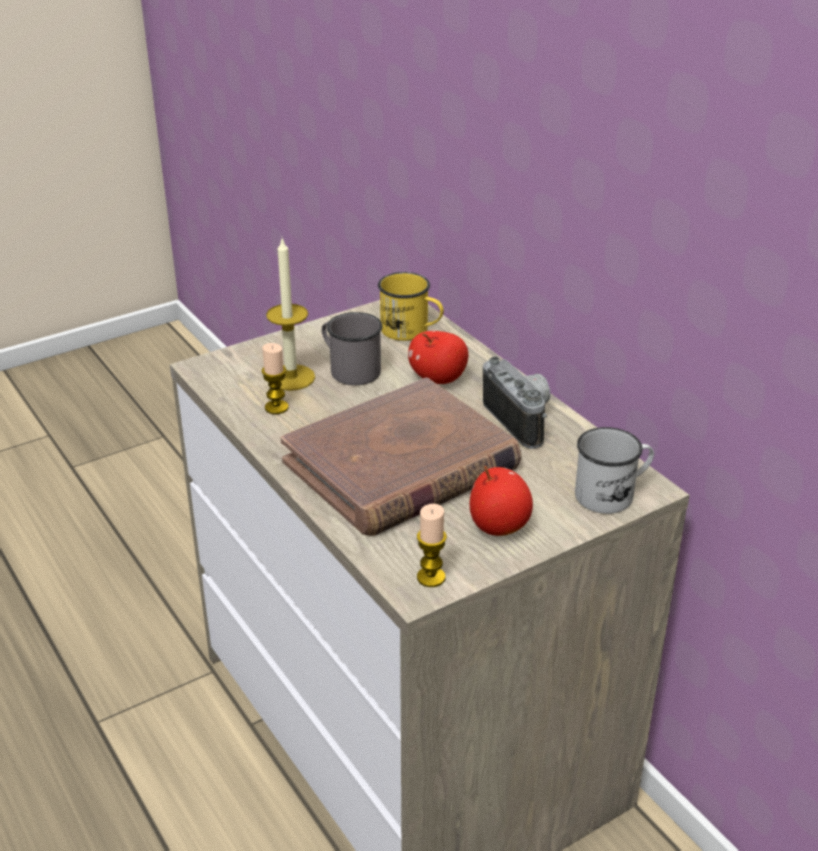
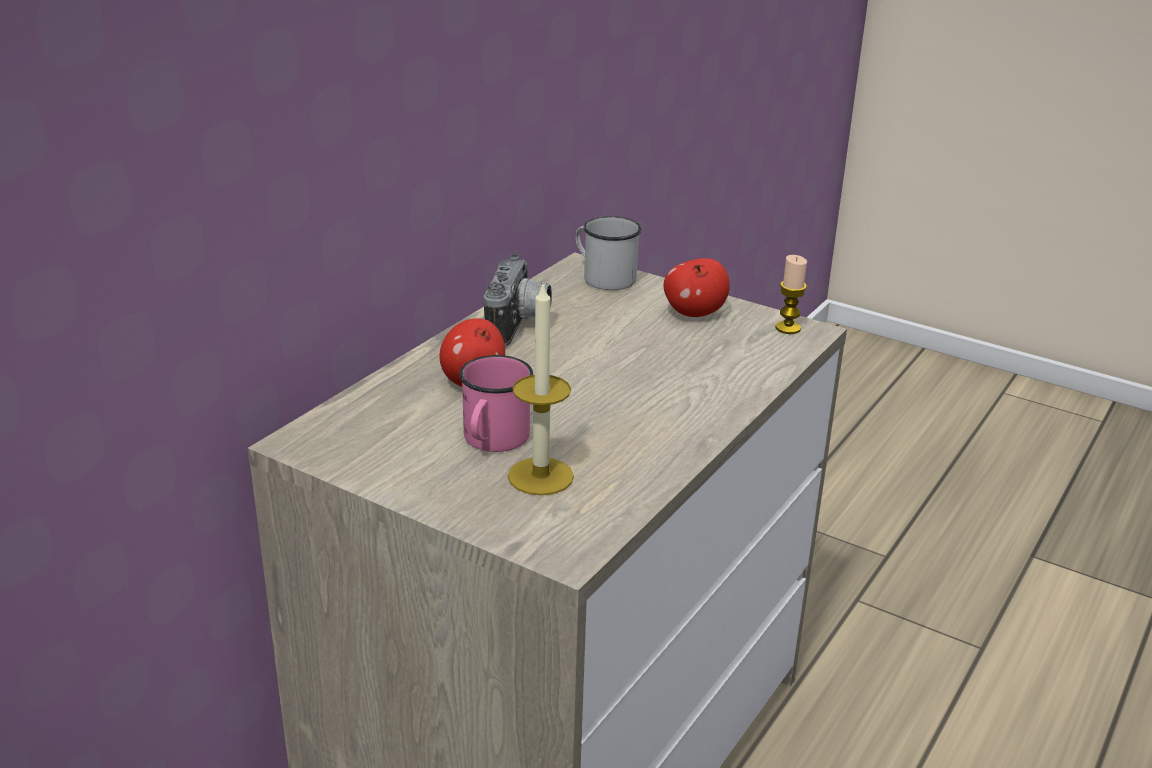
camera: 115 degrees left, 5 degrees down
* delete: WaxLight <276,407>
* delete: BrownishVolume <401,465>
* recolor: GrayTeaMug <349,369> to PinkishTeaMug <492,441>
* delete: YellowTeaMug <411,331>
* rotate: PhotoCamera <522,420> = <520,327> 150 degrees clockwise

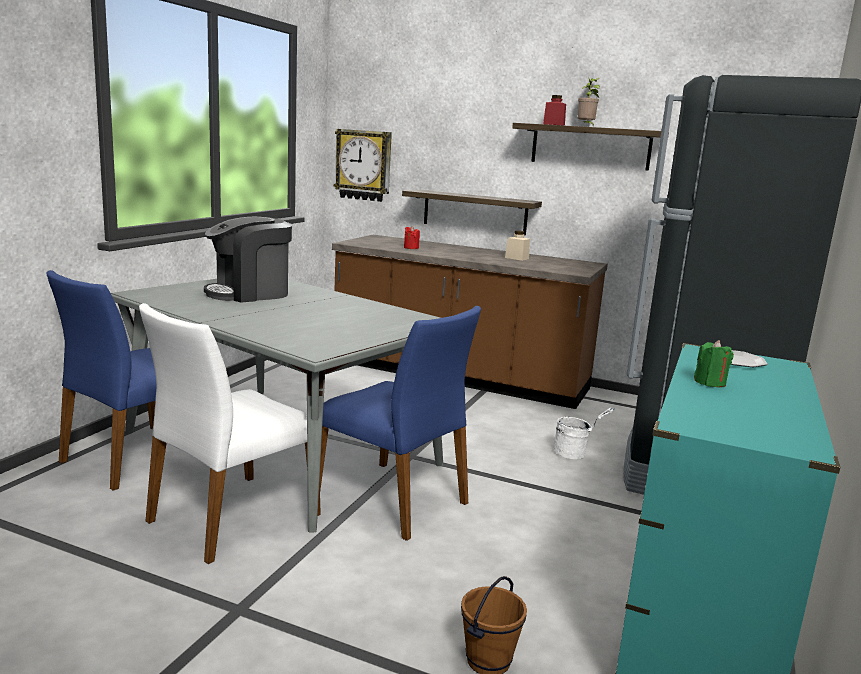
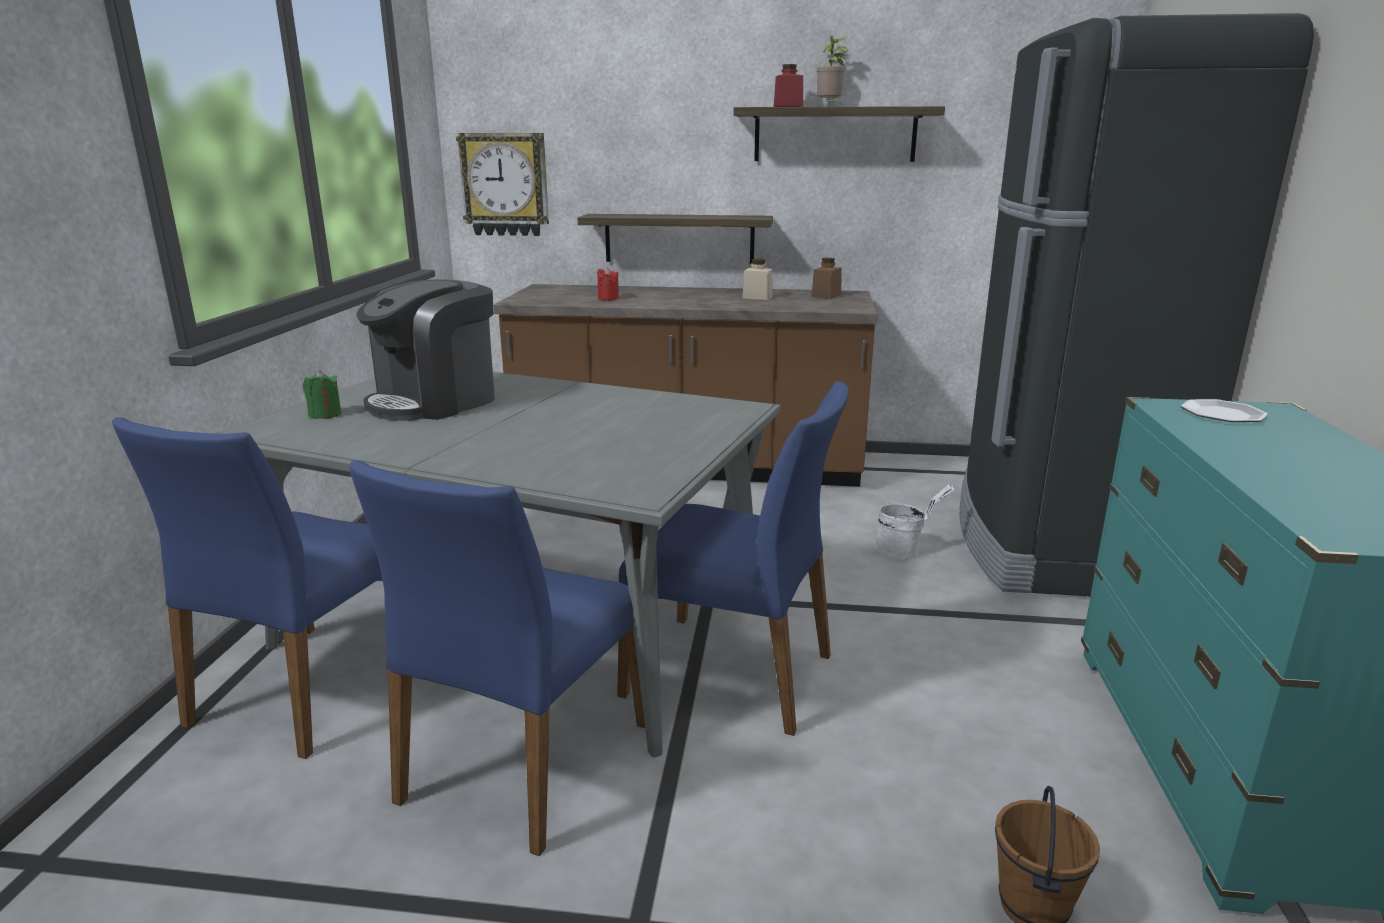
camera: 15 degrees left, 5 degrees up
* recolor: WhitePlainChair <231,517> to BluishPlainChair <523,761>
* move: GreenWaxLight <710,382> to <325,414>
* insert: BrownishJar <826,296>

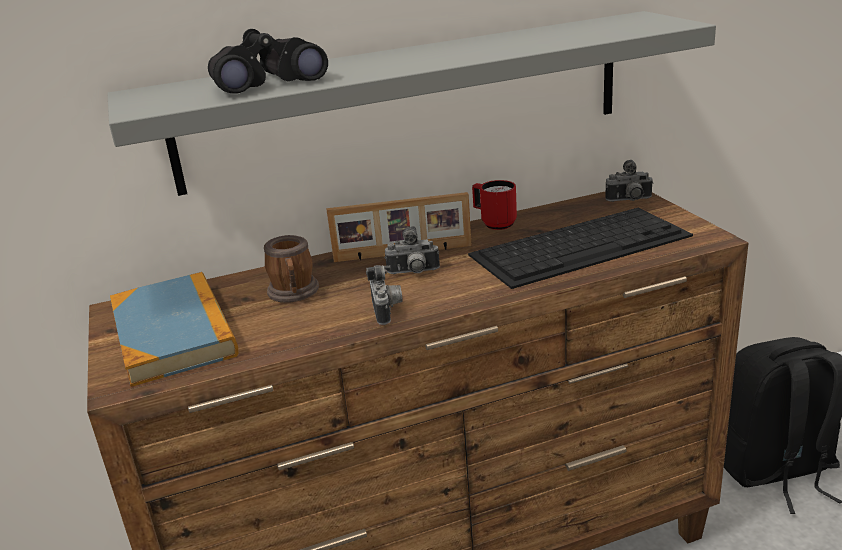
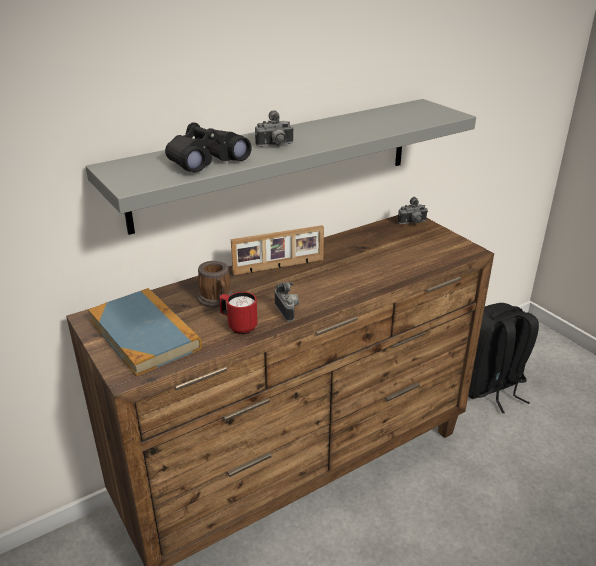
camera: 15 degrees left, 5 degrees up
* move: PhotoCamera <413,273> to <275,145>
* delete: ComputerKeyboard <581,244>
* move: RedColouredTeaMug <494,223> to <238,326>

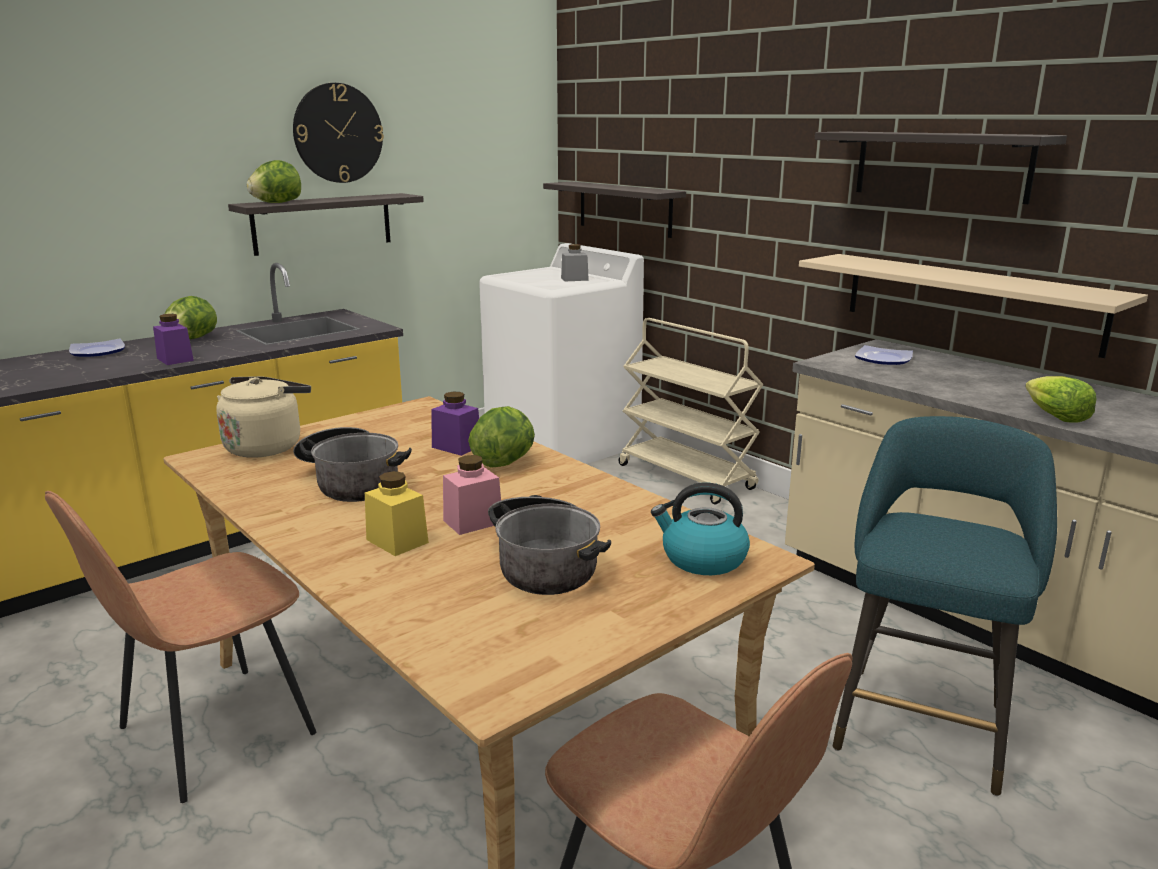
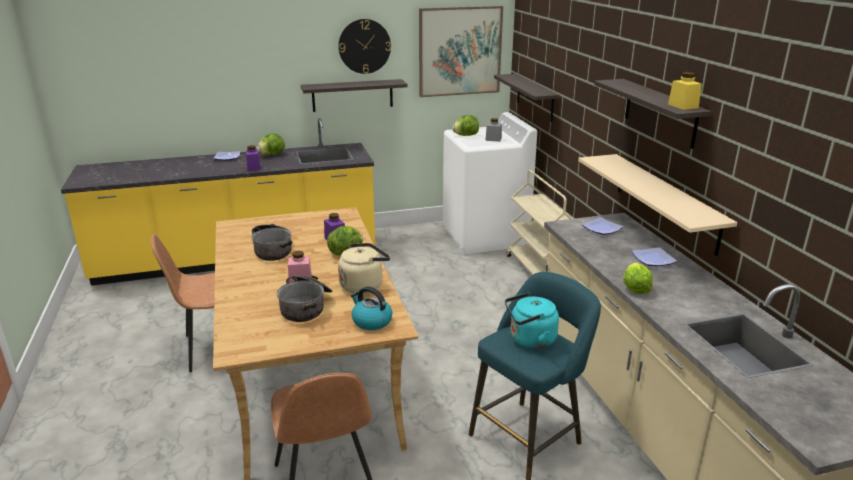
camera: 25 degrees right, 5 degrees up
* move: BeigeWaterKettle <266,446> to <363,285>
* move: HeadOfLettuce <276,203> to <465,135>
* move: YellowJar <397,541> to <683,106>
* insert: WallArt <460,51>
* insert: TurquoiseWaterKettle <530,340>
* insert: Plate <654,260>

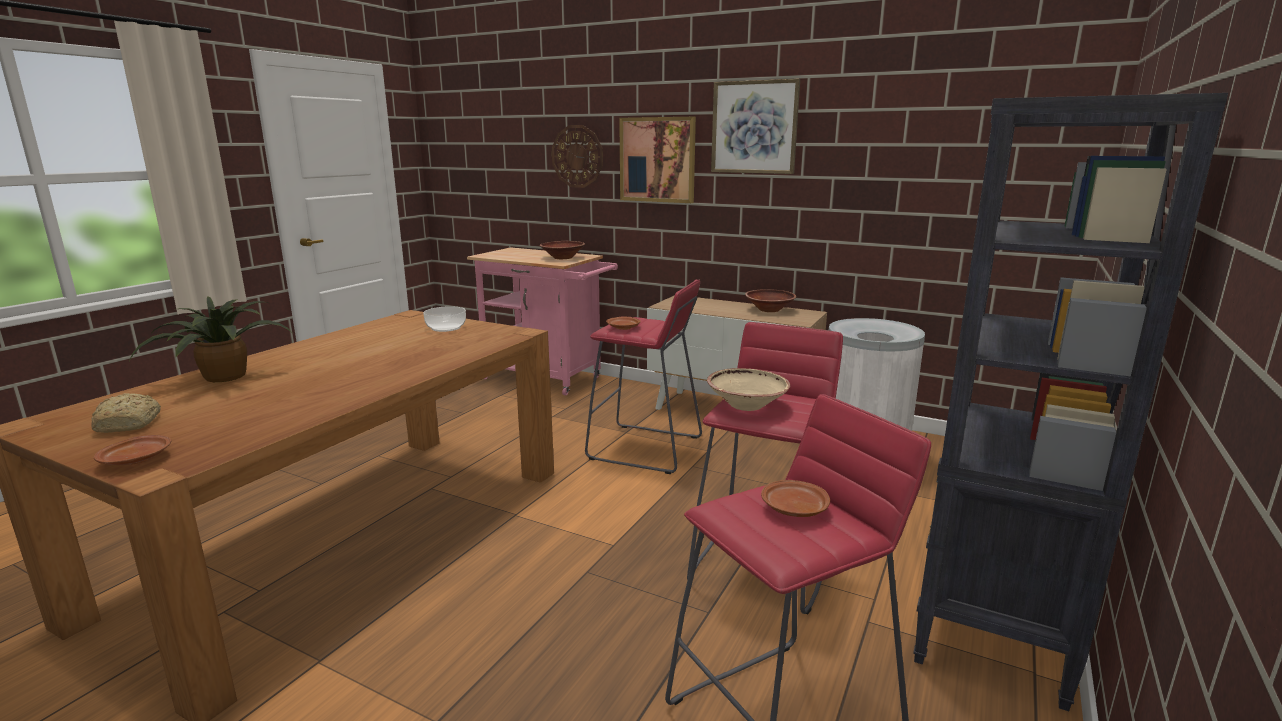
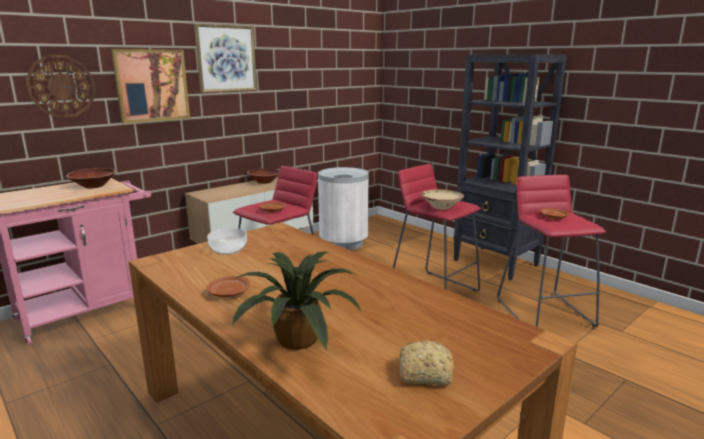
camera: 70 degrees left, 0 degrees up
* move: BrownishPlate <137,459> to <228,293>

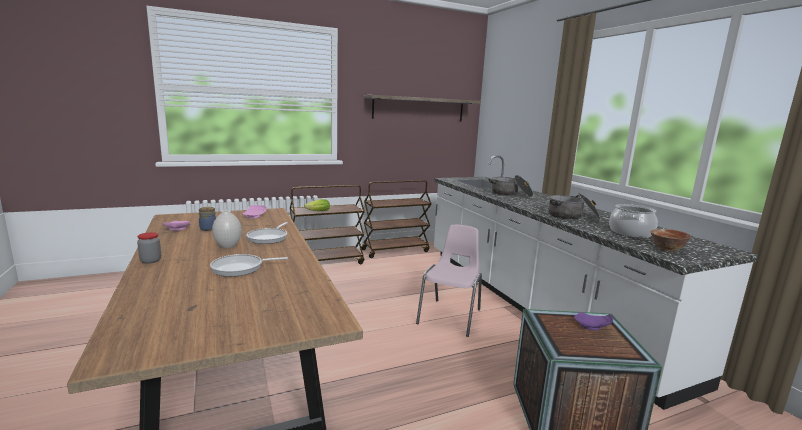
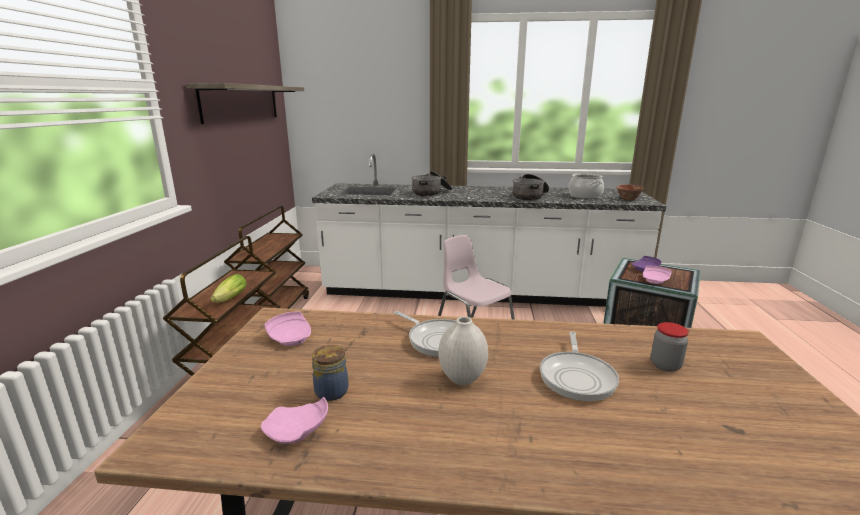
camera: 60 degrees left, 5 degrees up
* move: Jar <150,261> to <665,365>
* insert: PinkishPlate <655,280>

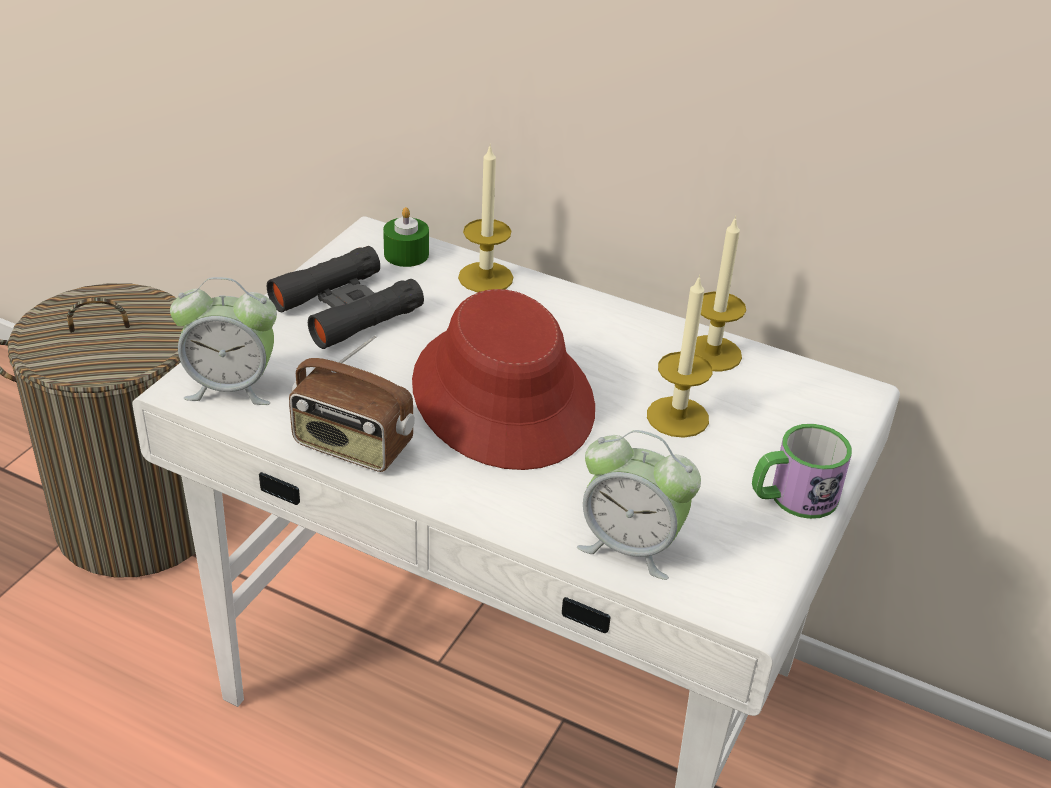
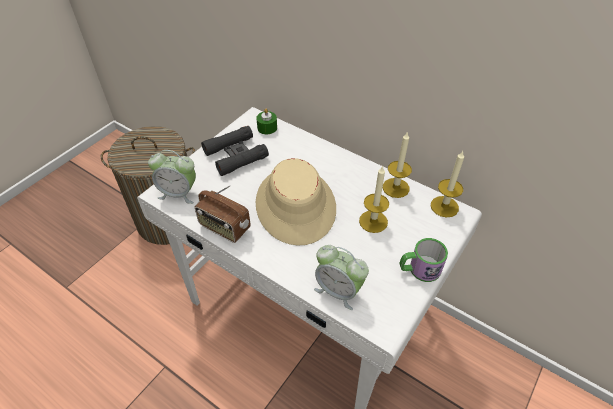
camera: 10 degrees right, 10 degrees up
* recolor: RedColouredWearableHat <504,396> to BeigeWearableHat <296,205>
* move: WaxLight <485,277> to <444,206>

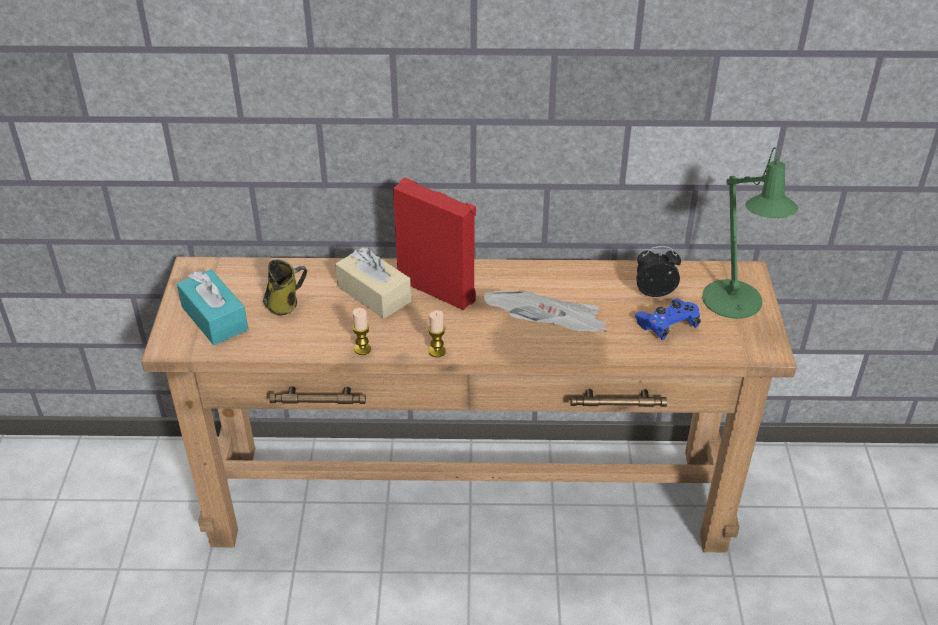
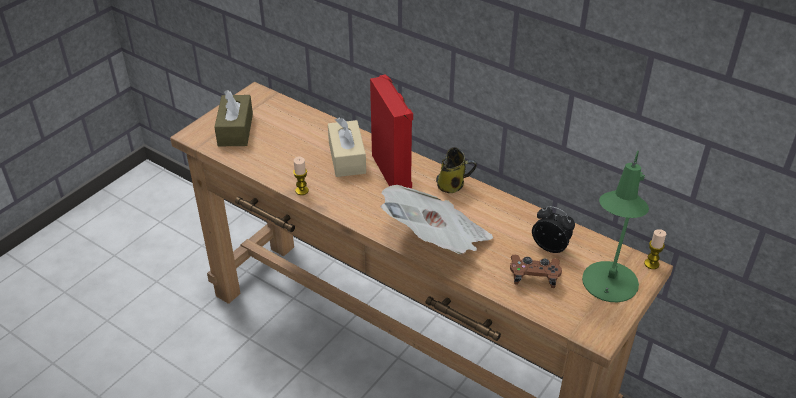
camera: 35 degrees right, 0 degrees up
* recolor: TurquoiseBoxOfTissues <214,318> to BrownishBoxOfTissues <235,130>
* move: TeaMug <284,304> to <452,185>
* move: WaxLight <437,351> to <651,264>
* recolor: BluishGamepad <667,326> to BrownishGamepad <534,277>

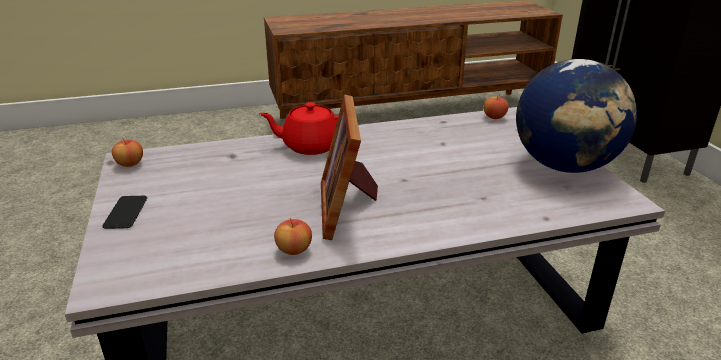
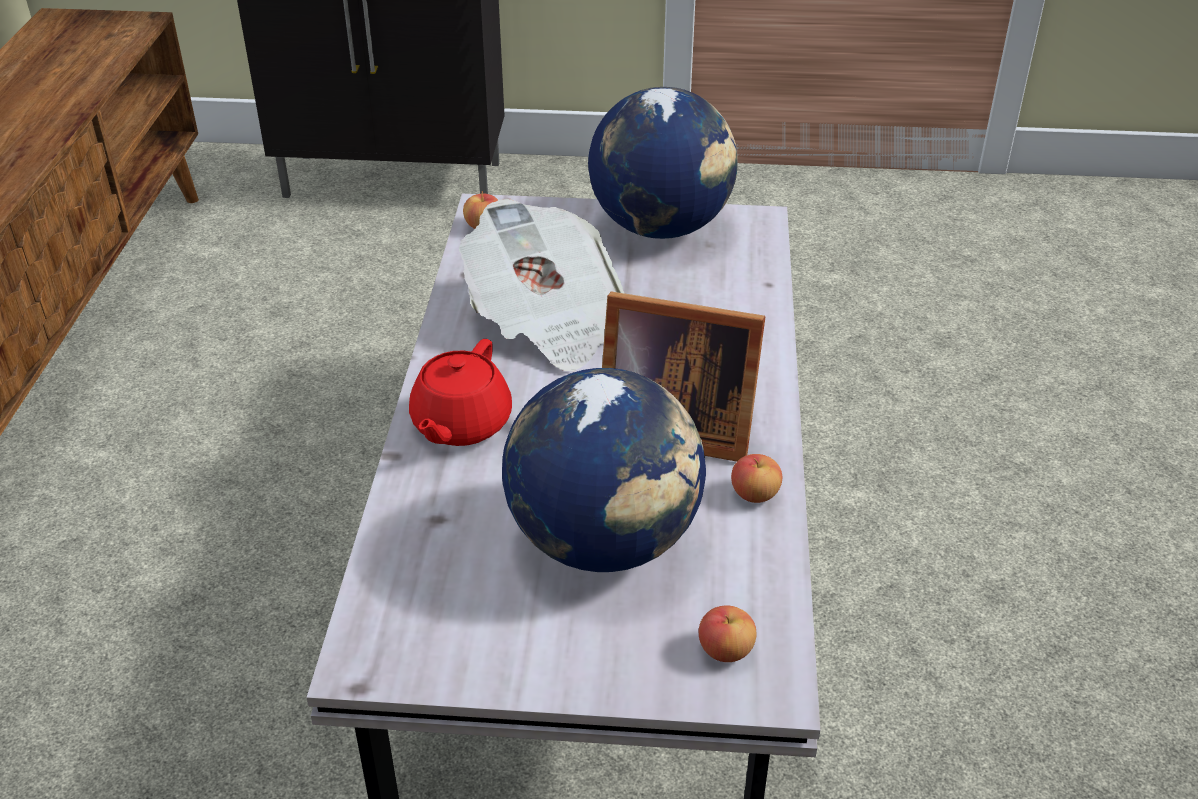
camera: 70 degrees left, 10 degrees up
* delete: Handset <126,213>
* move: AppleFruit <130,164> to <725,650>
* insert: PrintedPaper <547,321>
* insert: Globe <605,541>

